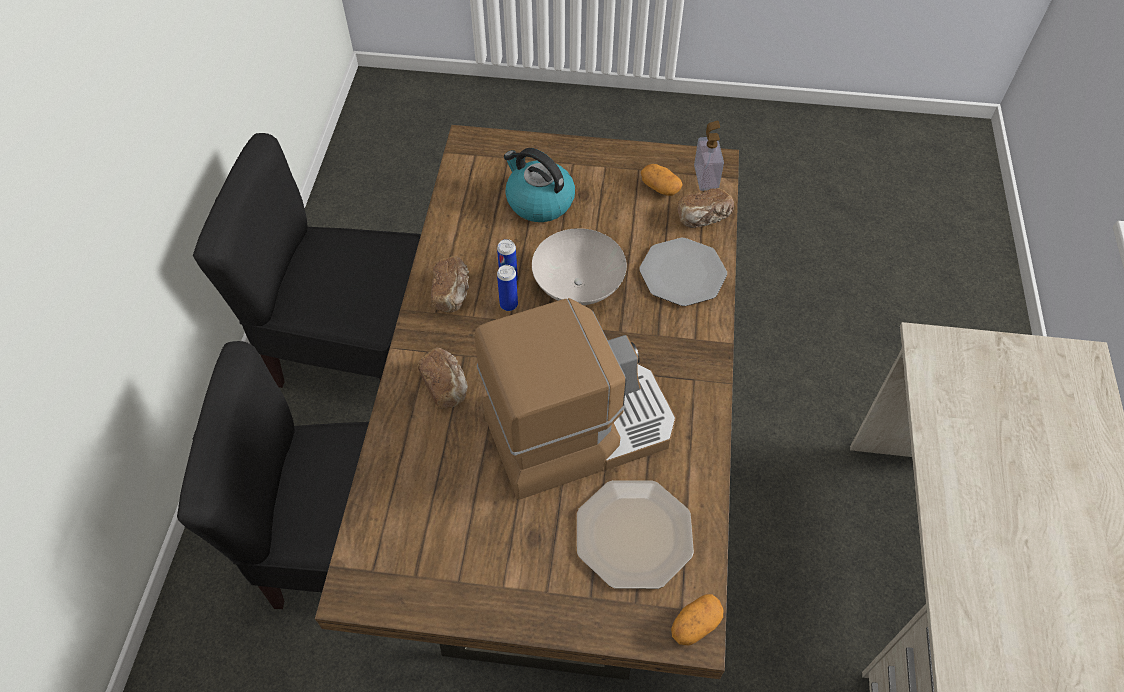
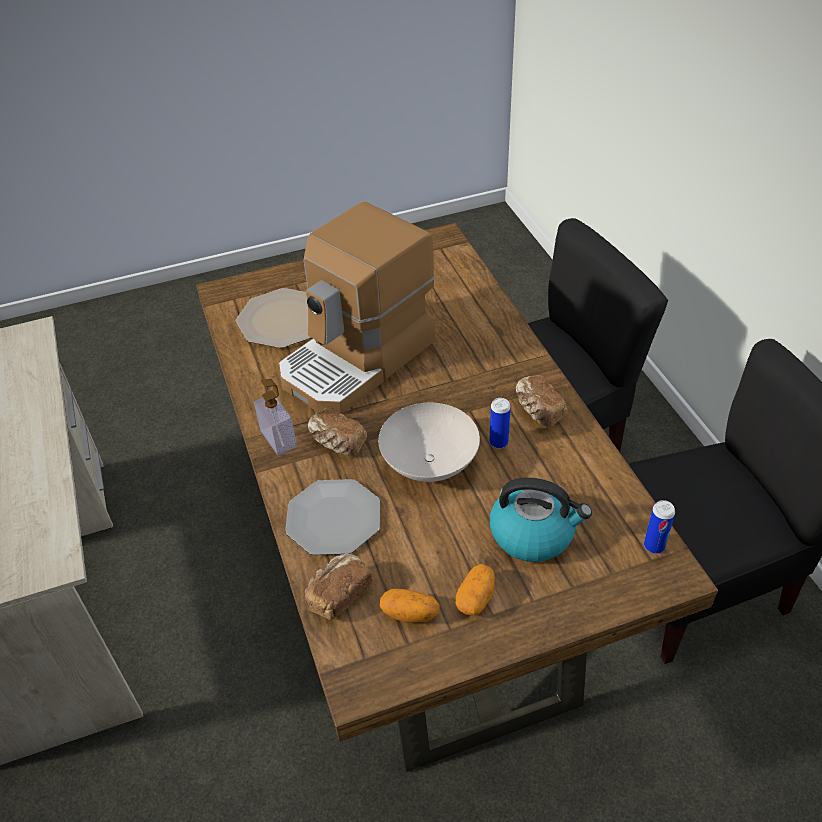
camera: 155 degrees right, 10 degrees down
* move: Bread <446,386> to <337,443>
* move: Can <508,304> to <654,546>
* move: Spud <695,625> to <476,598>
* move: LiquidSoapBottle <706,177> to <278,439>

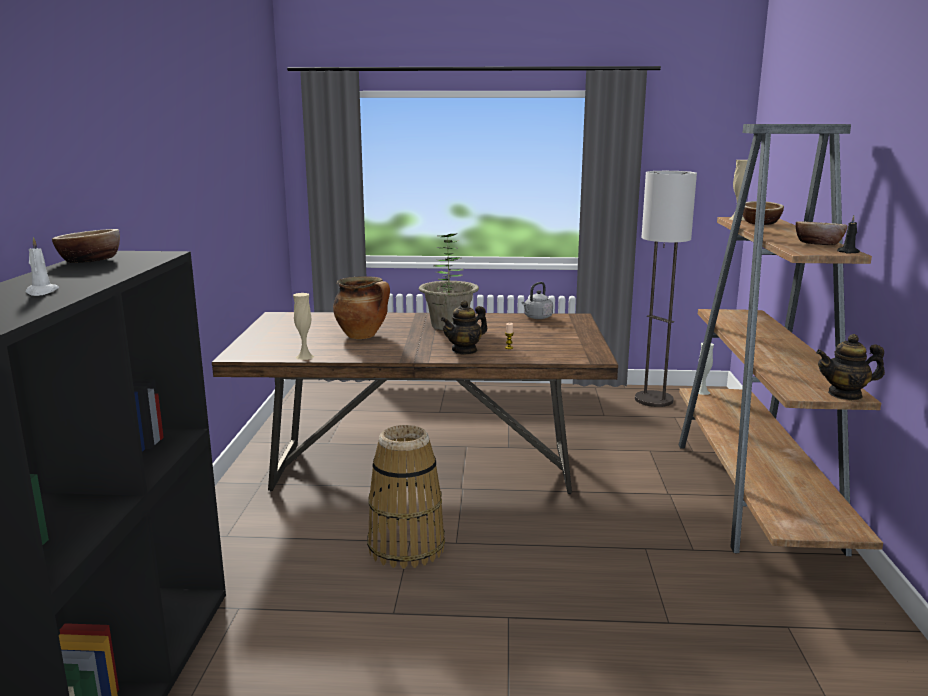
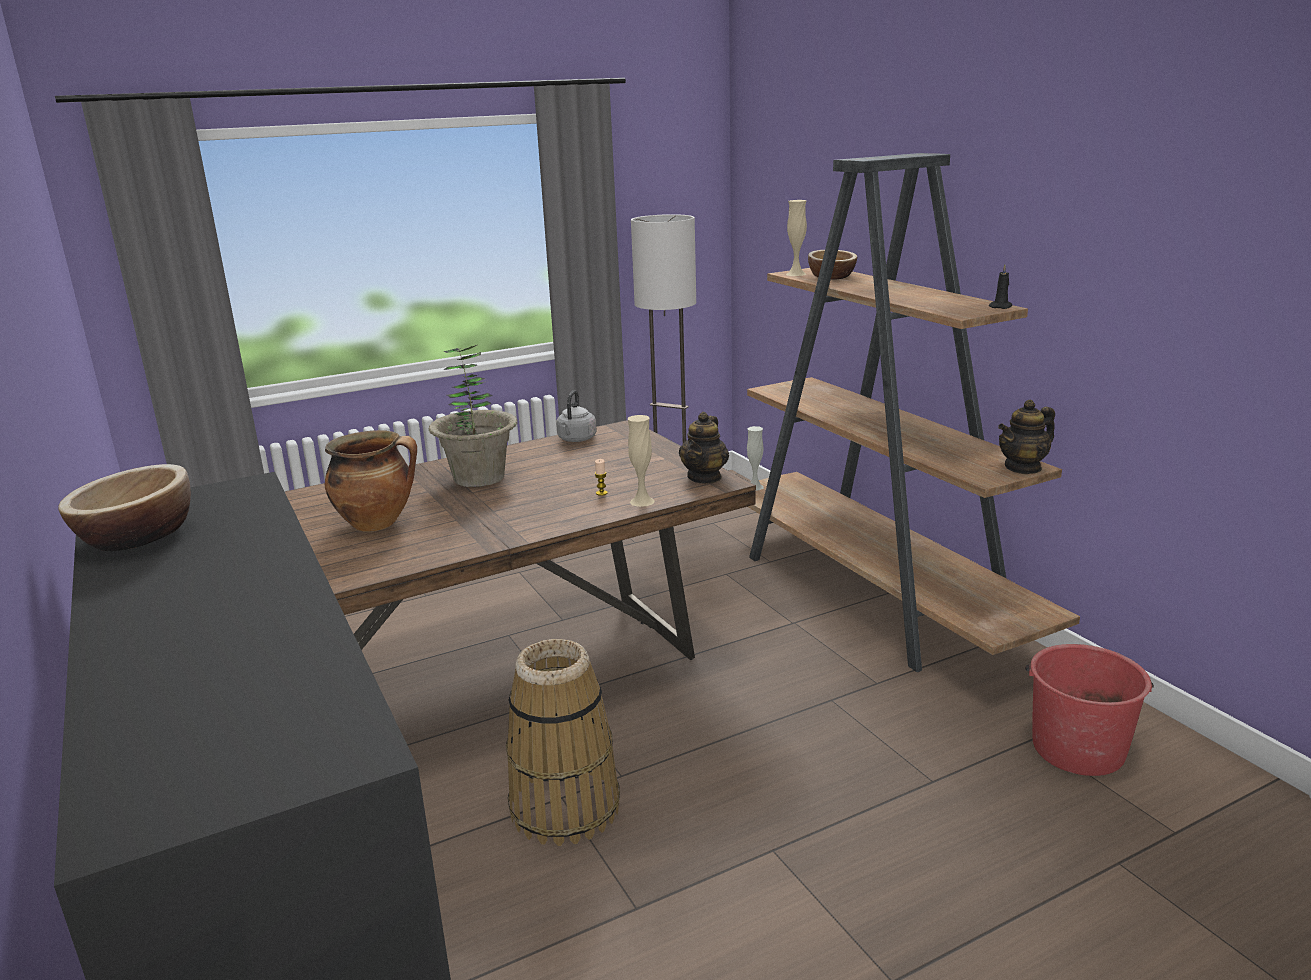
camera: 30 degrees left, 5 degrees up
* delete: WhiteWaxLight <41,292>
* move: BeigeDecorativeVase <305,357> to <642,501>
* move: TeaPot <464,350> to <705,477>
* delete: ServingBowl <818,244>
* insert: RedColouredBucket <1077,748>

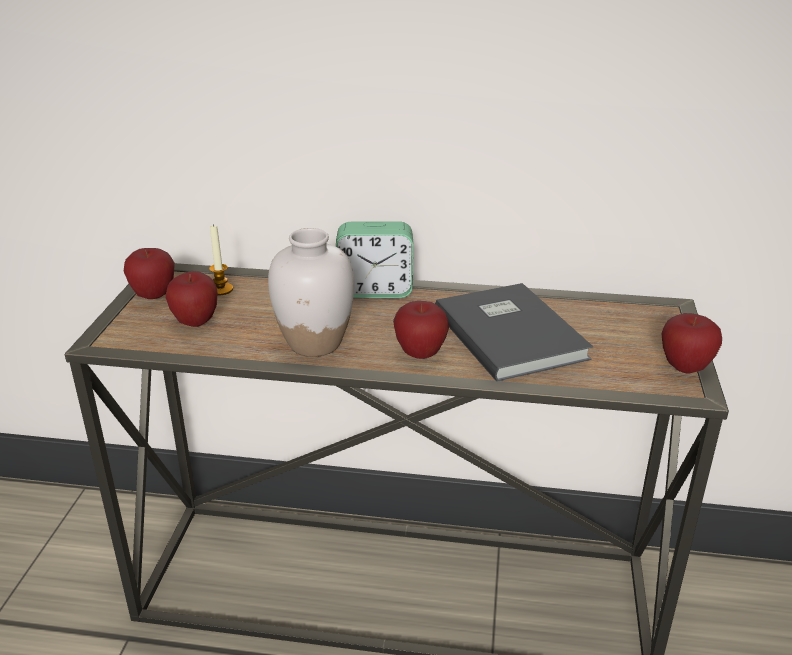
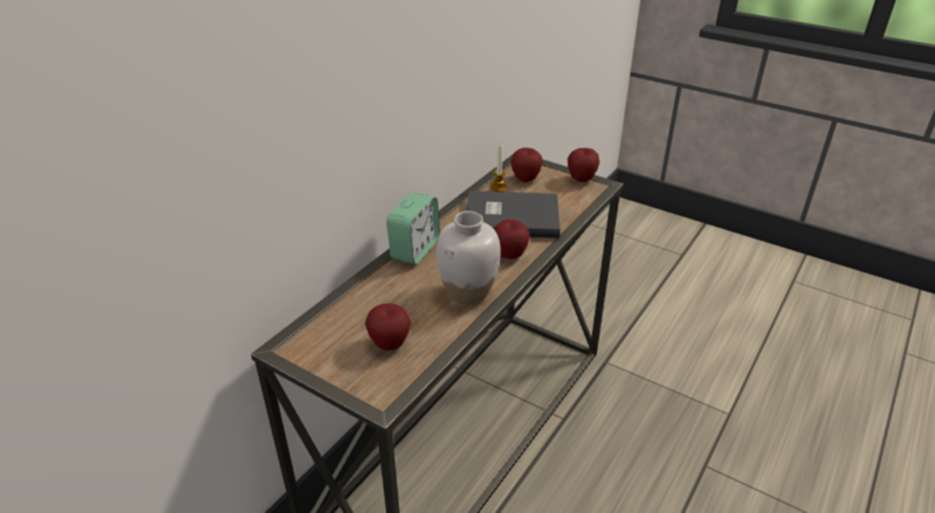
camera: 65 degrees left, 5 degrees up
* move: AppleFruit <154,296> to <525,179>
* move: WaxLight <221,289> to <498,187>

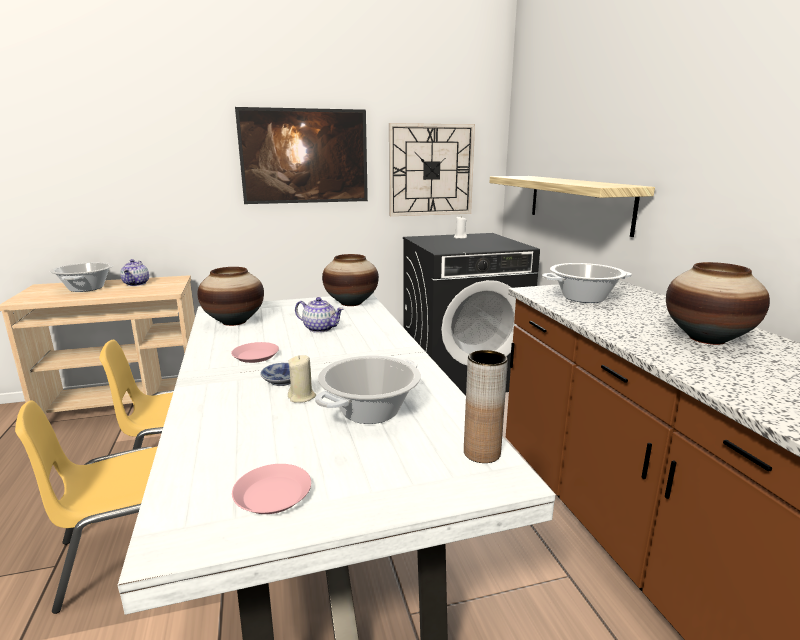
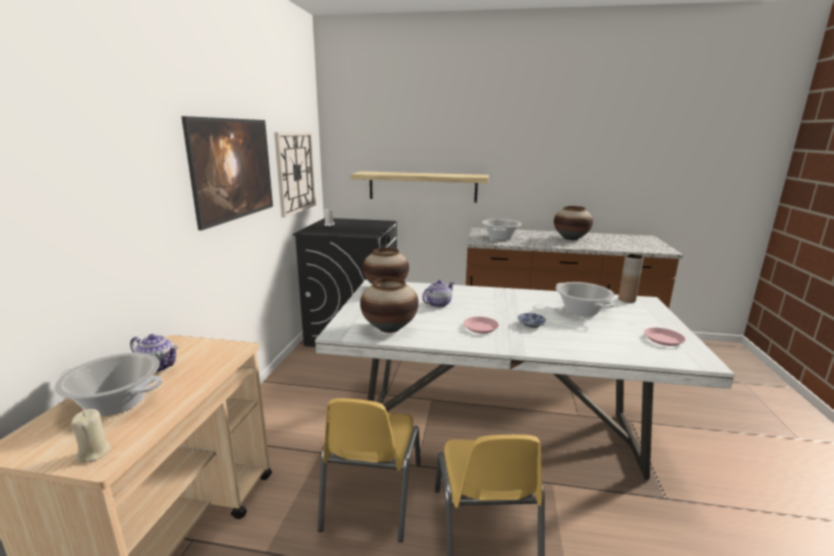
camera: 65 degrees left, 0 degrees up
* move: BeigeWaxLight <302,397> to <94,453>

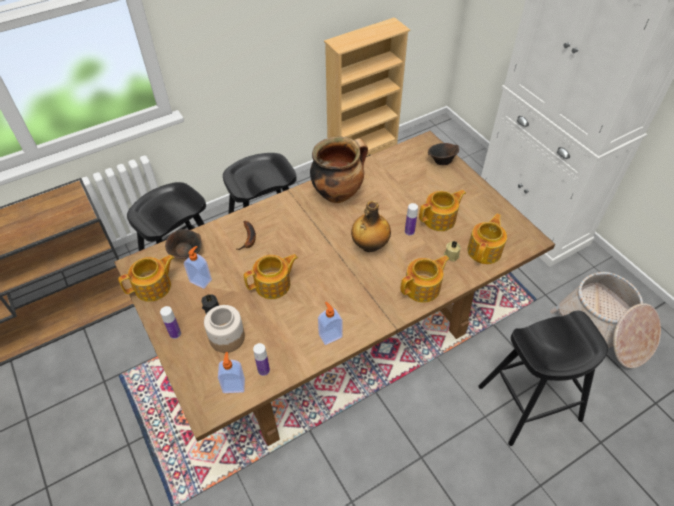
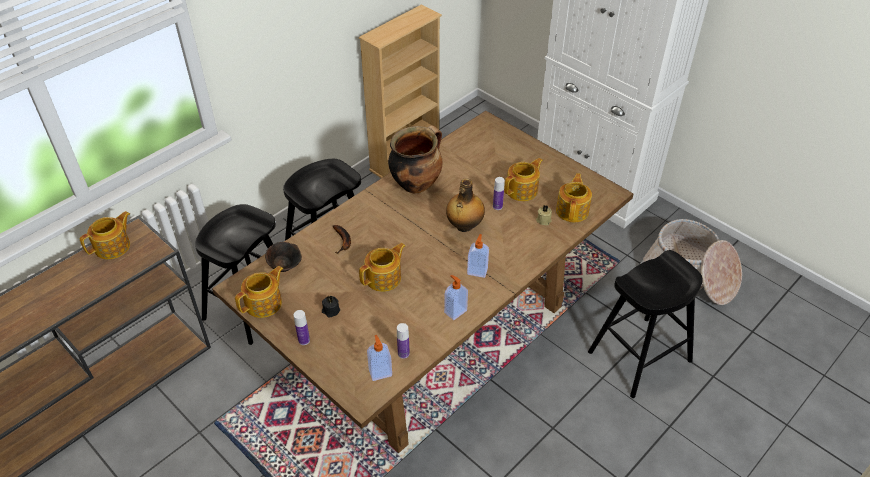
camera: 15 degrees left, 5 degrees down
* move: LiquidSoapBottle <201,280> to <477,271>
* delete: Jar <226,337>
* move: TeaPot <423,288> to <113,247>
* delete: BrownishServingBowl <441,161>

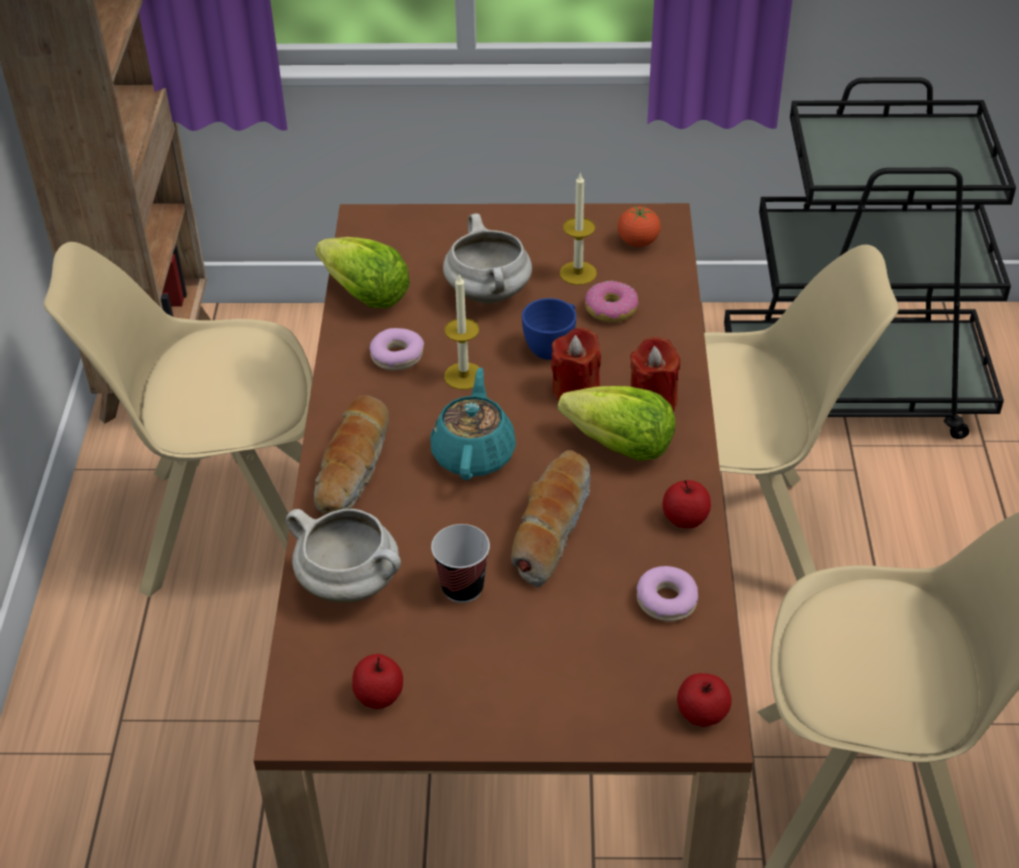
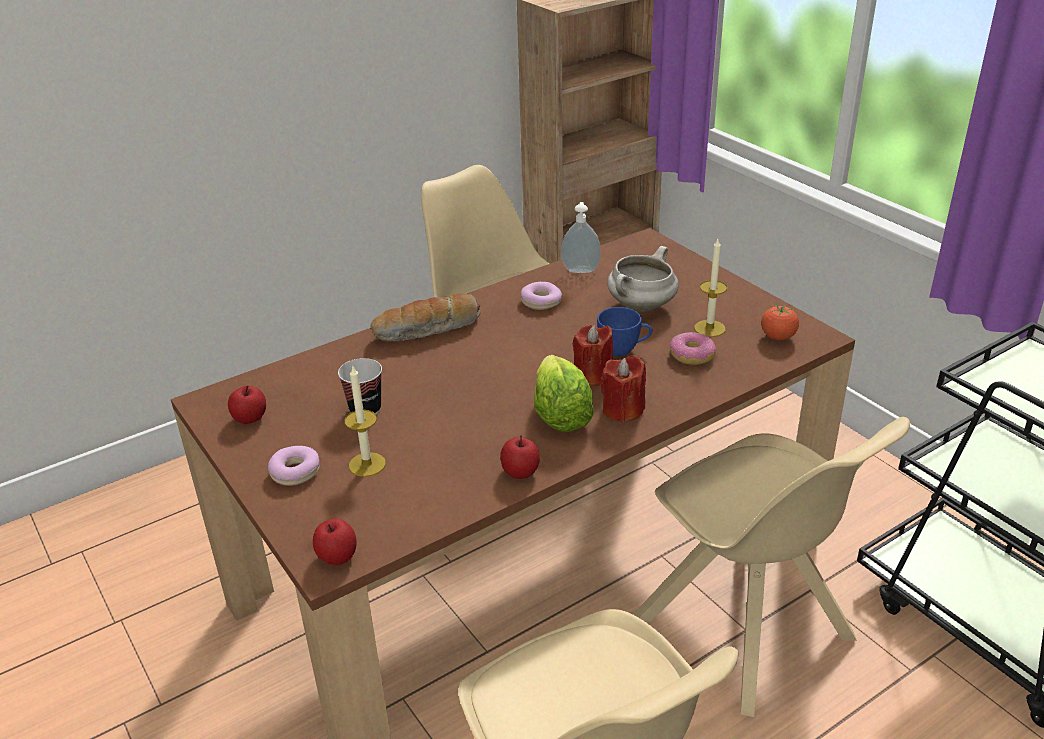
camera: 55 degrees right, 10 degrees down
* delete: WhiteSaucepot <351,583>
* replace: HeadOfLettuce <366,295> to LiquidSoapBottle <580,269>
* delete: TurquoiseTeaPot <474,453>
* move: WaxLight <464,376> to <367,464>
* delete: Bread <550,527>
* move: Doughnut <666,600> to <295,472>

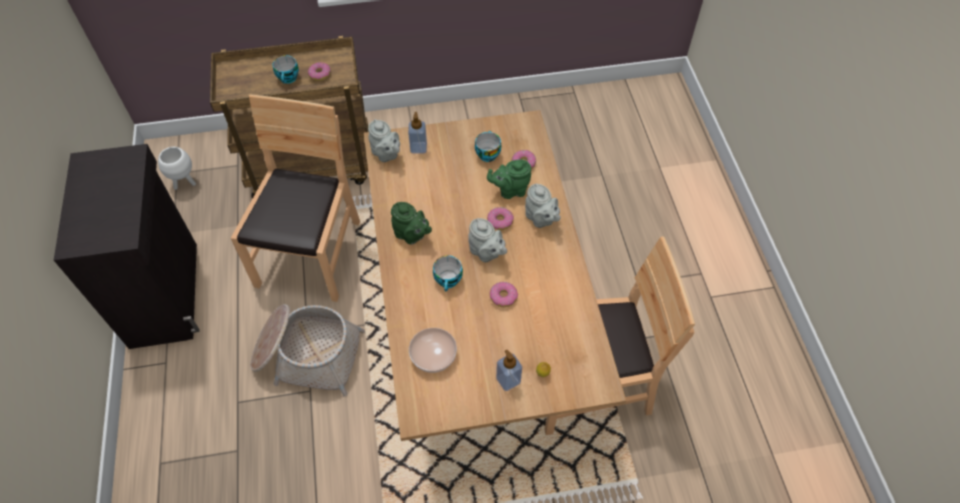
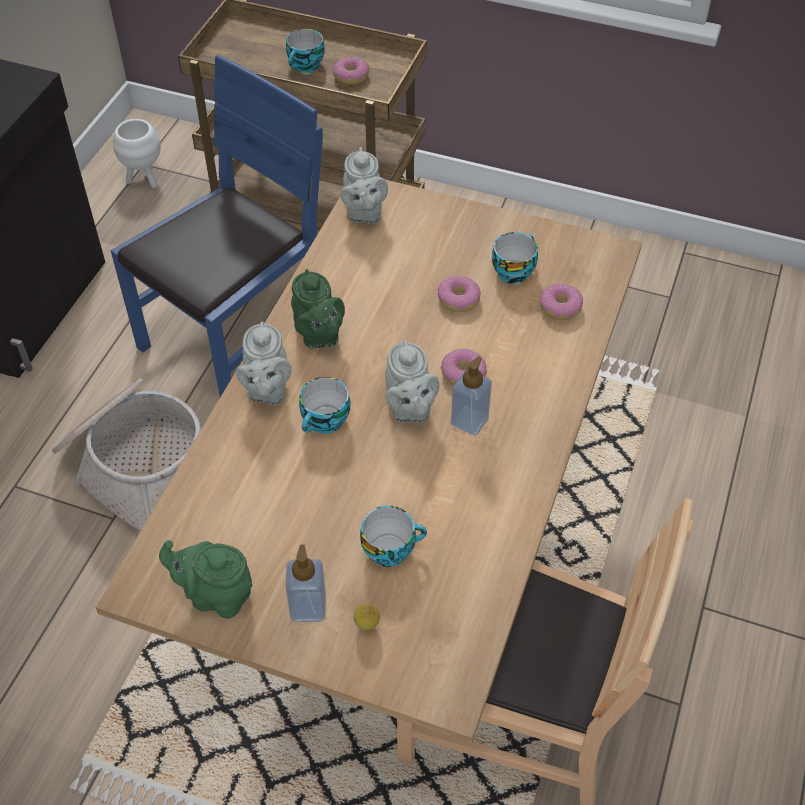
camera: 30 degrees right, 5 degrees down
* recolor: BrownishPlainChair <310,254> to BluishPlainChair <238,338>
* move: LiquidSoapBottle <418,148> to <469,421>
* delete: ServingBowl <433,354>
* move: GreenTeaPot <510,190> to <216,595>
* move: Doughnut <503,297> to <458,299>
* move: GrayTeaPot <540,219> to <267,390>
* insert: SmallCup <391,549>

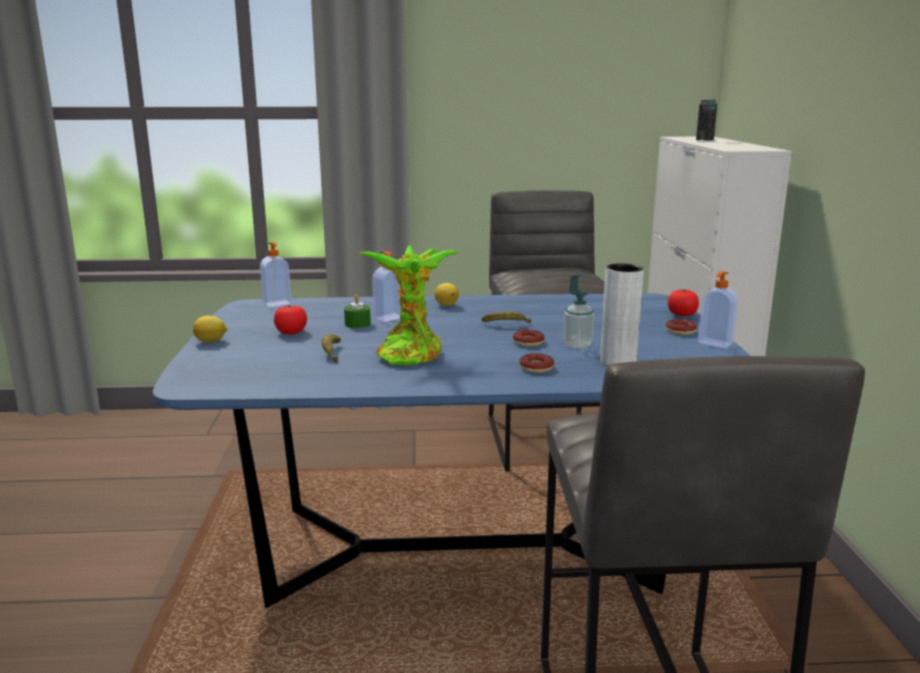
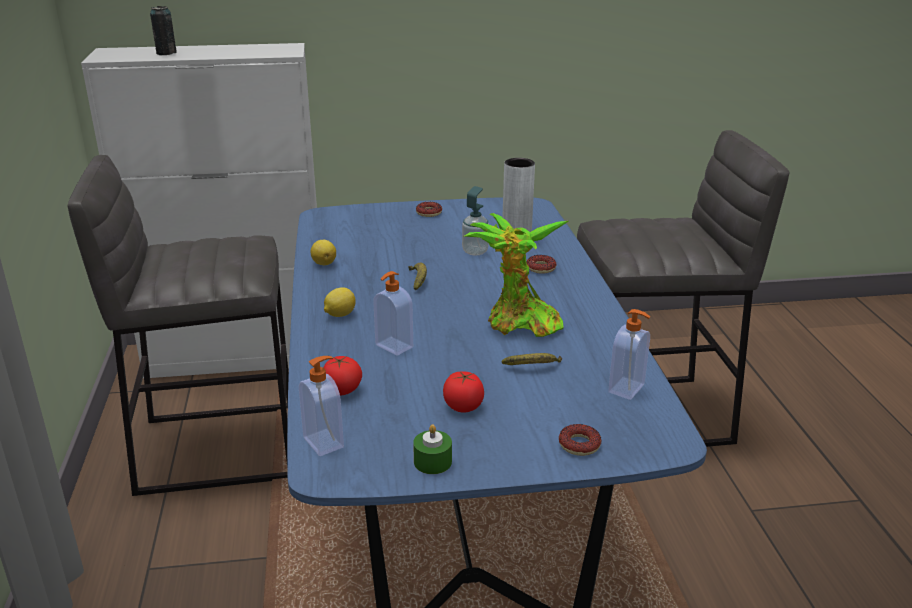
camera: 95 degrees left, 10 degrees up
* move: CitrusFruit <211,341> to <324,263>
* move: GreenWaxLight <357,324> to <432,462>
* move: Doughnut <528,342> to <579,445>
* move: Tomato <682,315> to <342,390>
* move: LiquidSoapBottle <714,343> to <627,389>

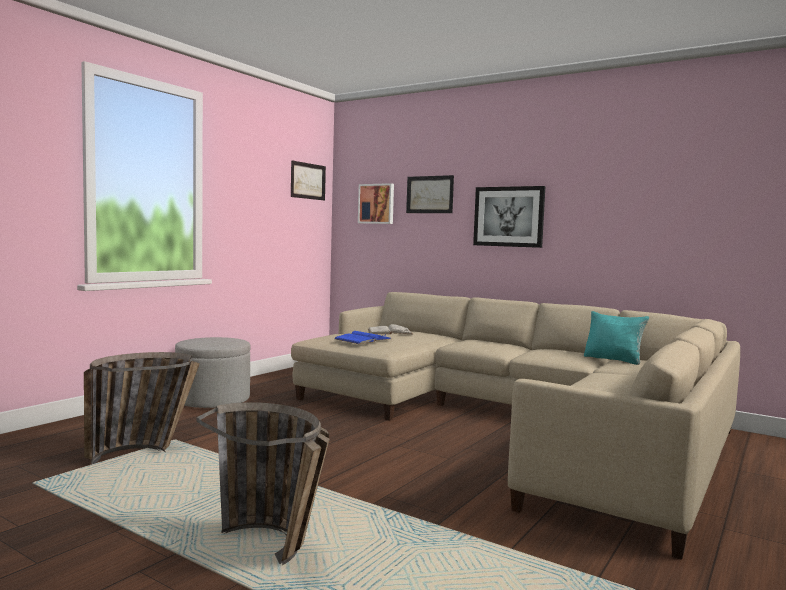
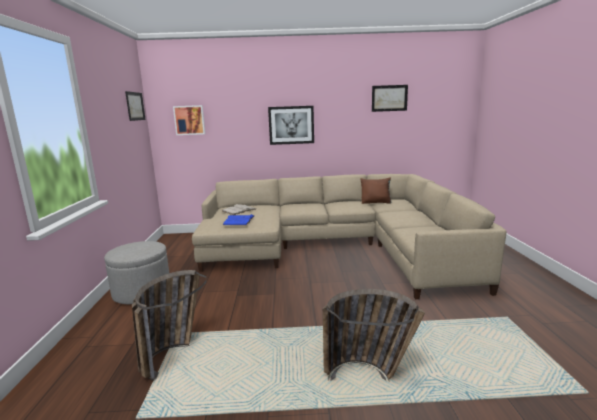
camera: 35 degrees left, 10 degrees up
* move: WallArt <429,194> to <389,98>
* recolor: TurquoisePillow <613,360> to BrownishPillow <376,202>

